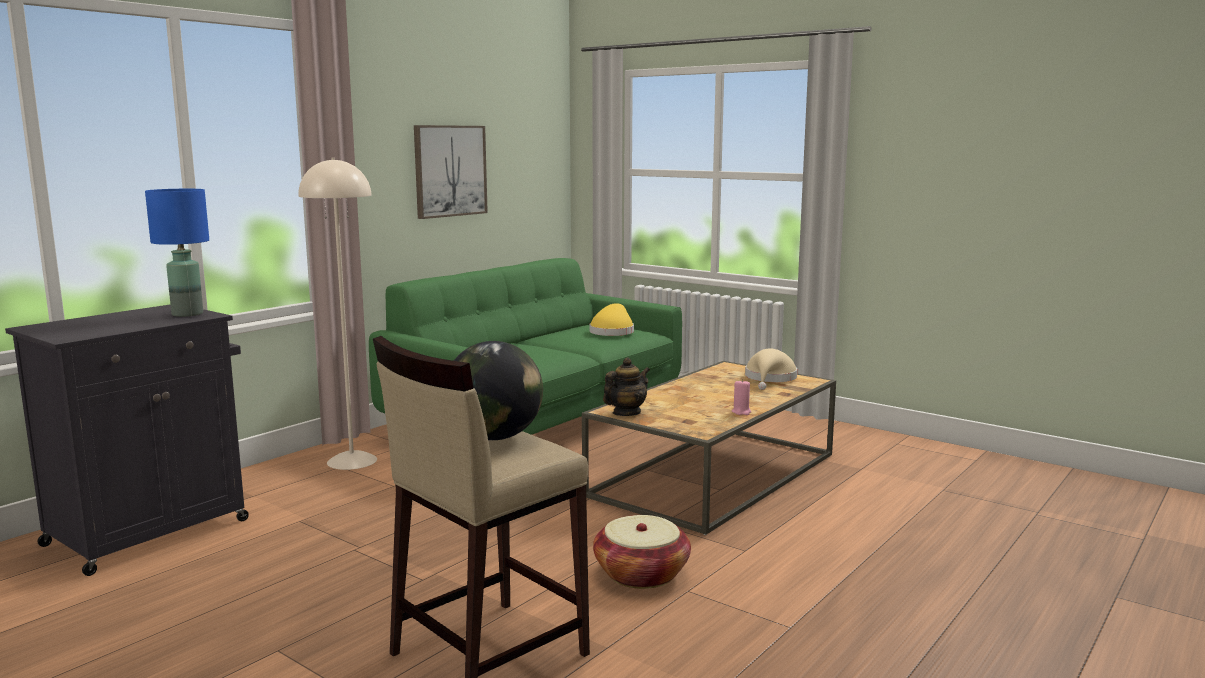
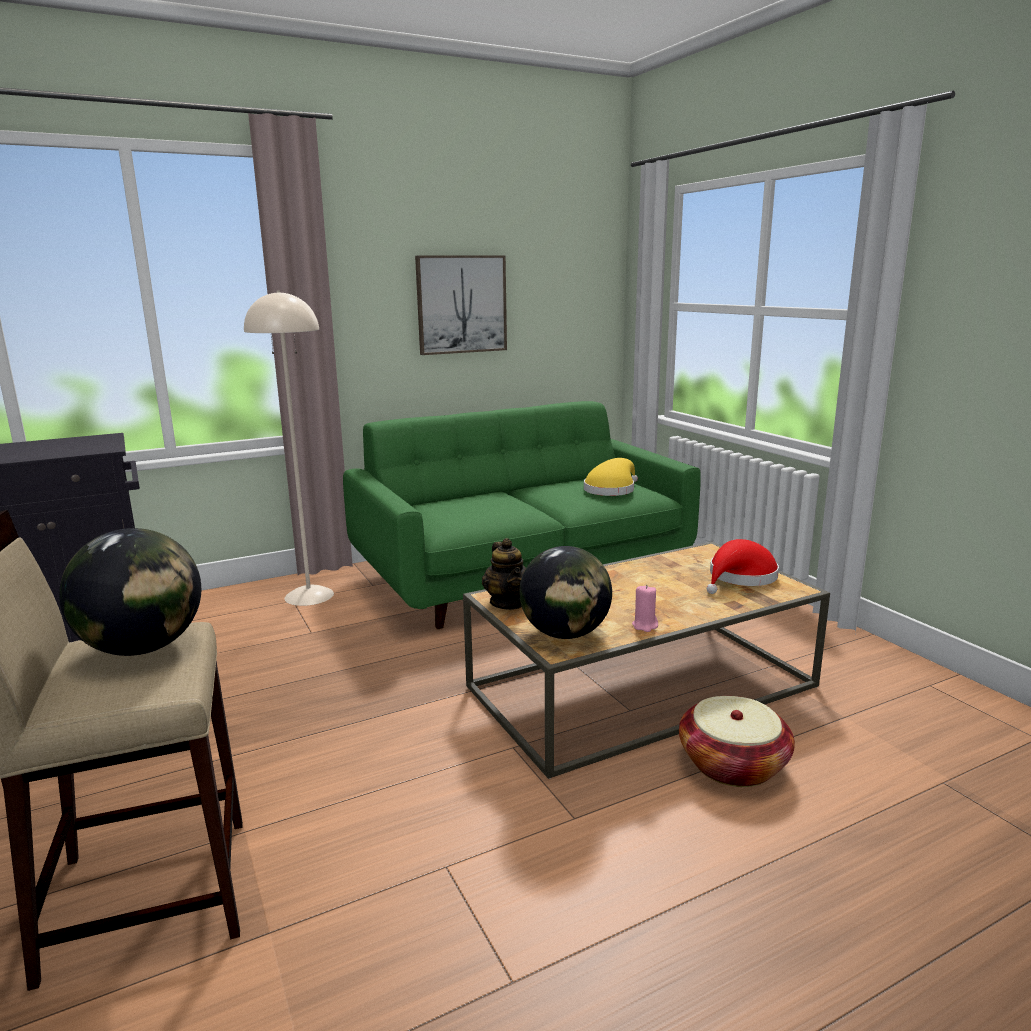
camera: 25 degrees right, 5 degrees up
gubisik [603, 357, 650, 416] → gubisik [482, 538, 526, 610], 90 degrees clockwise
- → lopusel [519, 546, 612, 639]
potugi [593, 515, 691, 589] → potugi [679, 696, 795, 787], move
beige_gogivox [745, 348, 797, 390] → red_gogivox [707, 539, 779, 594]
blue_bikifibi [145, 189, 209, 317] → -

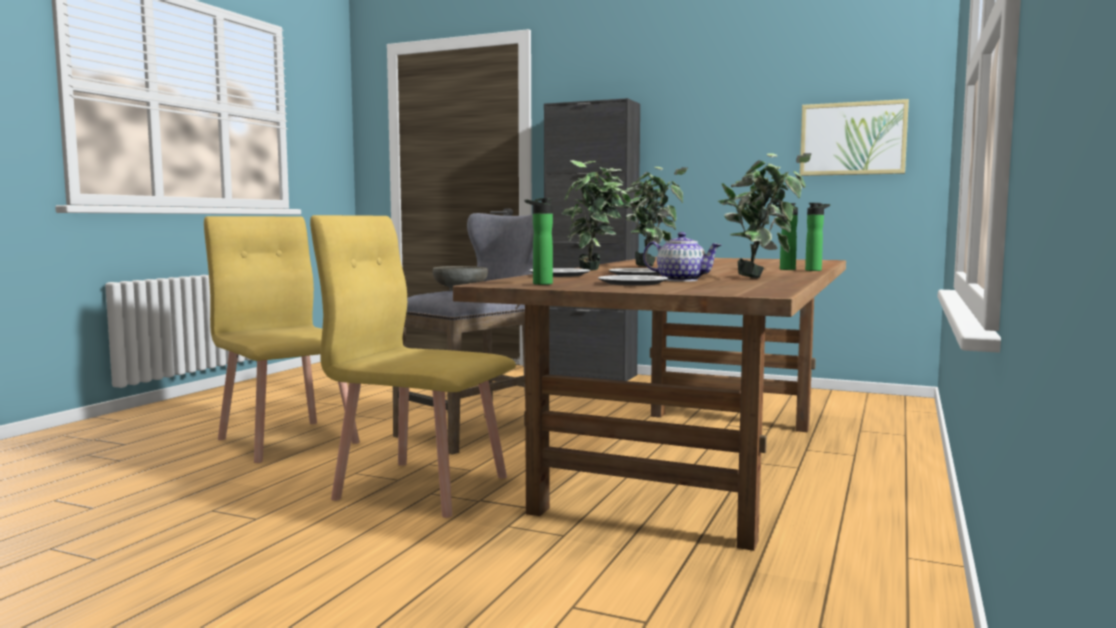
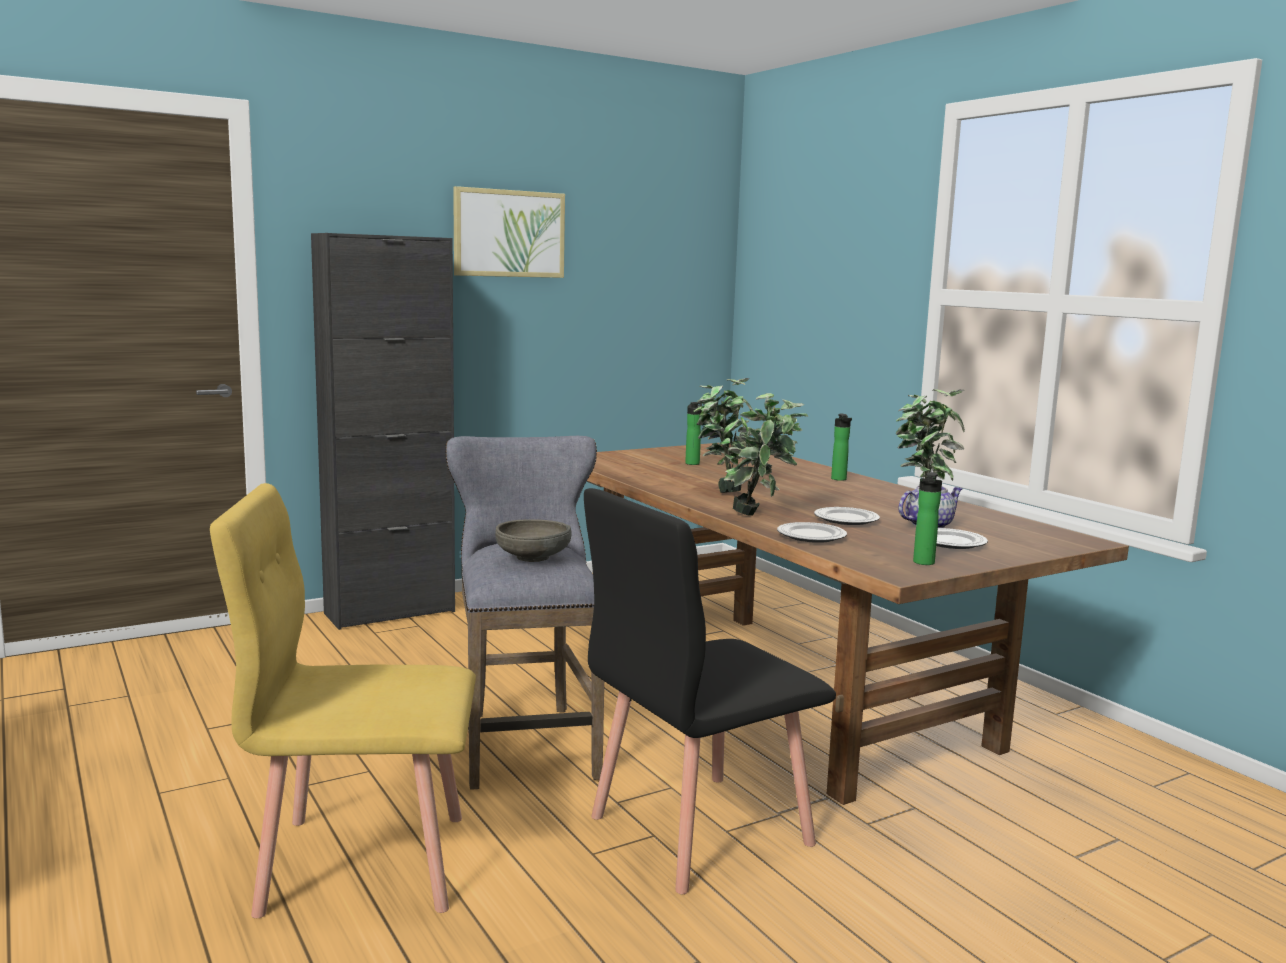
camera: 55 degrees left, 5 degrees up
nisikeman [800, 99, 909, 176] → nisikeman [453, 186, 565, 278], move
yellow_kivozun [310, 215, 516, 518] → black_kivozun [584, 488, 836, 894]
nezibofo [805, 203, 830, 271] → nezibofo [685, 402, 702, 465], move

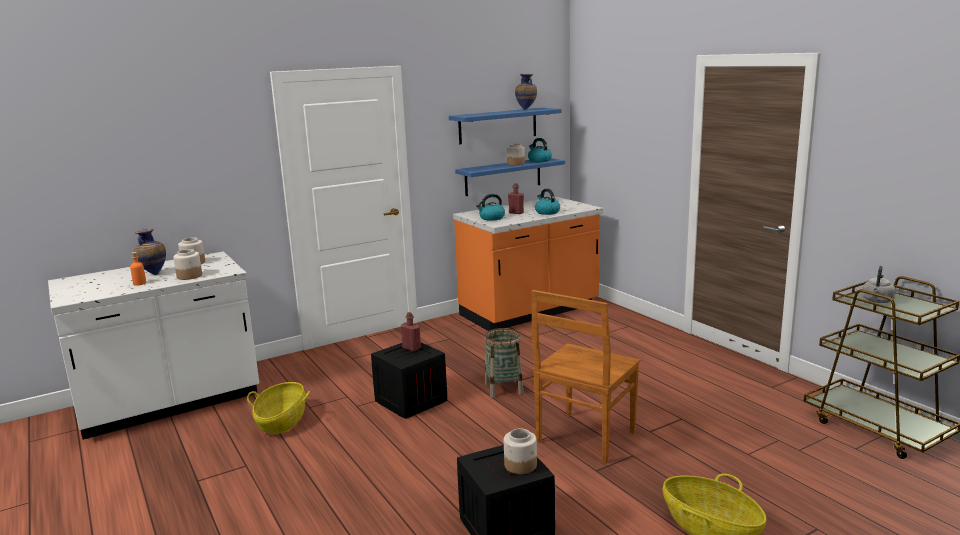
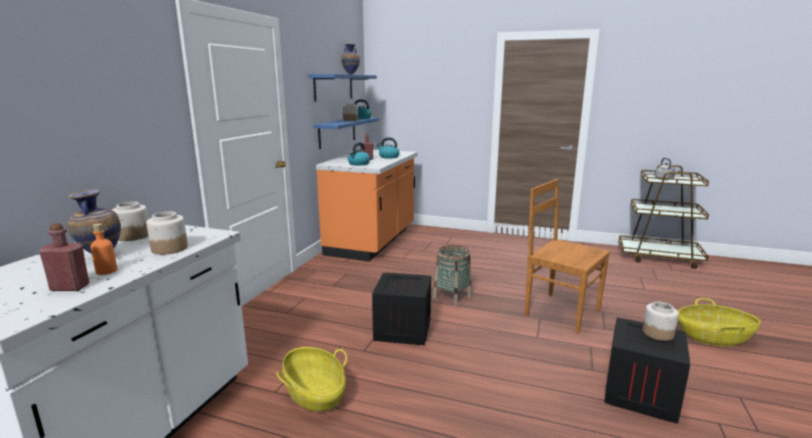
camera: 40 degrees left, 0 degrees up
red_nezibofo [401, 312, 421, 351] → red_nezibofo [39, 223, 89, 291], move
brown_kivozun [531, 290, 640, 464] → brown_kivozun [525, 179, 610, 334], 135 degrees clockwise

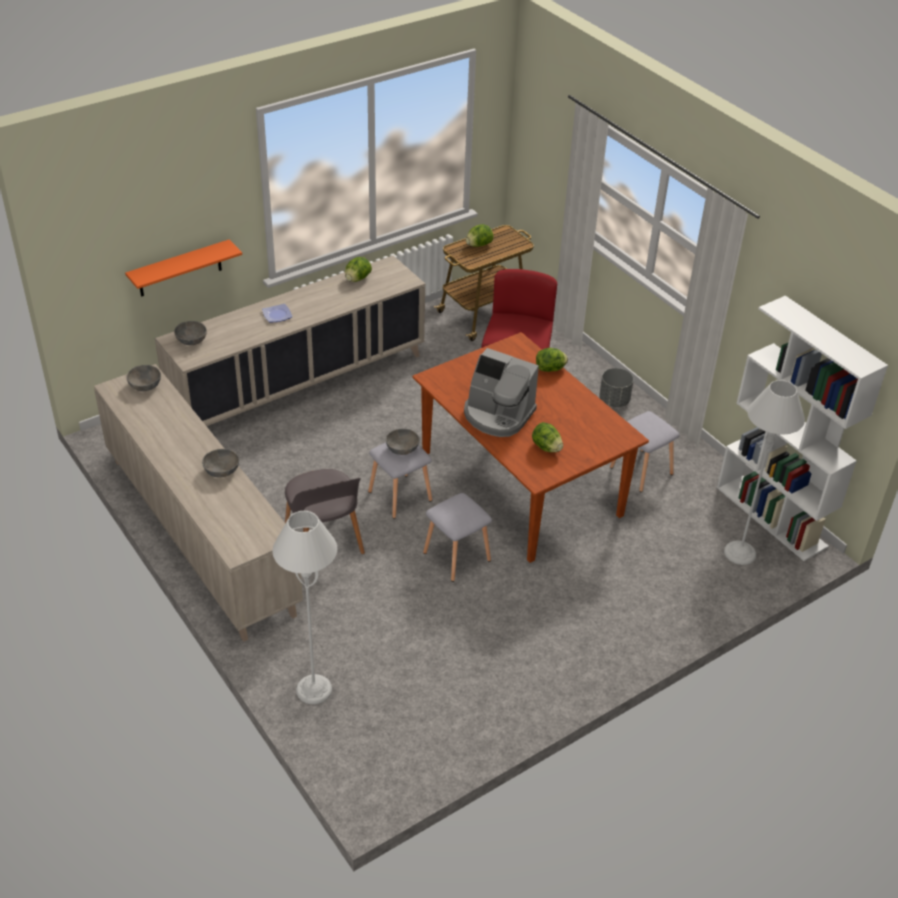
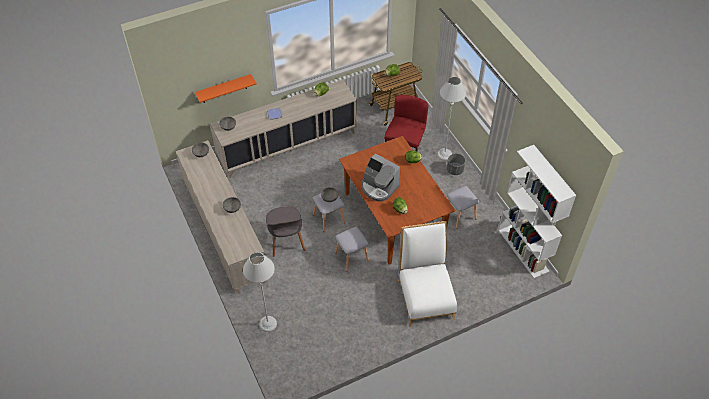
camera: 10 degrees right, 10 degrees up
- → white_kivozun [398, 221, 457, 327]
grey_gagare [724, 380, 805, 565] → grey_gagare [437, 77, 466, 160], move

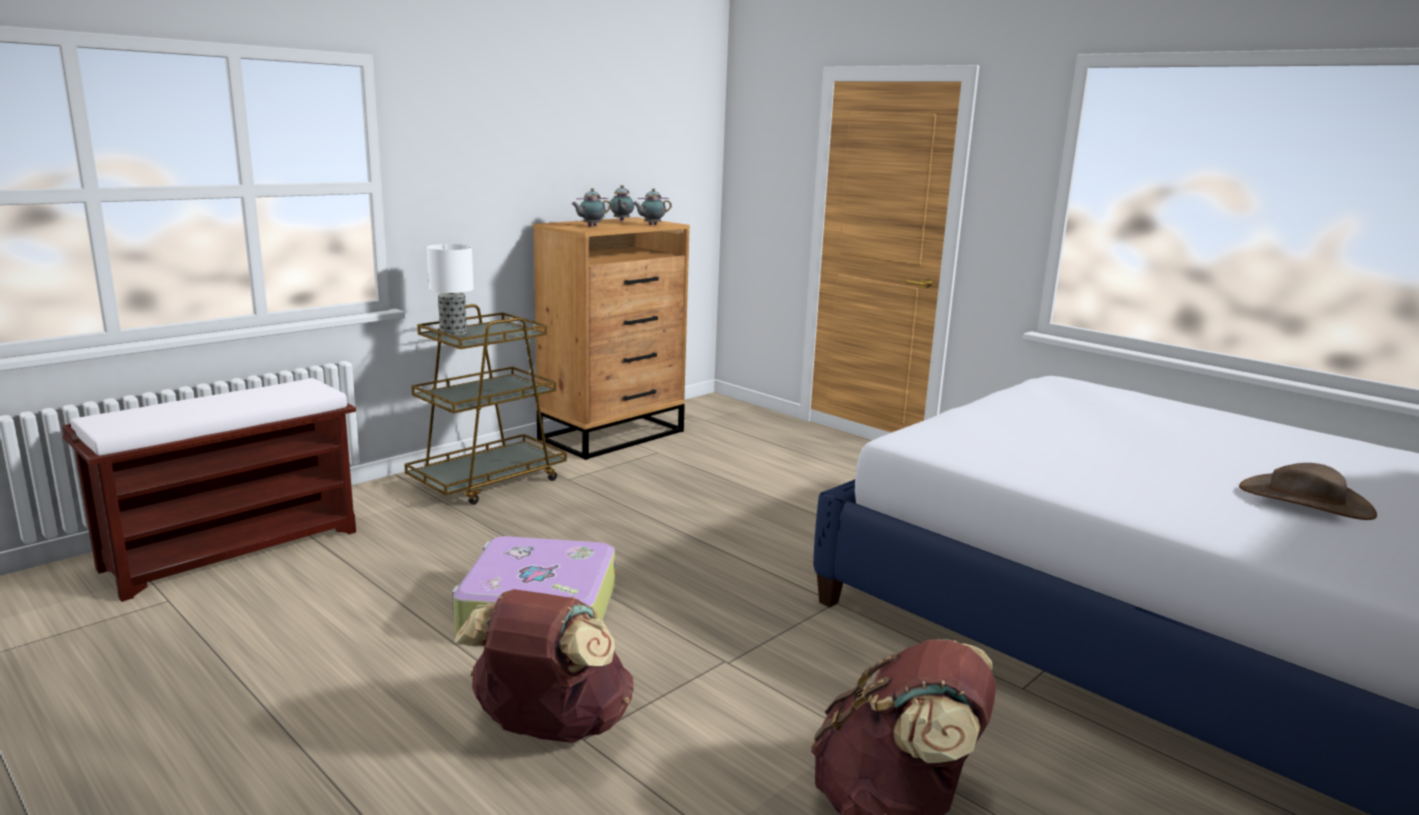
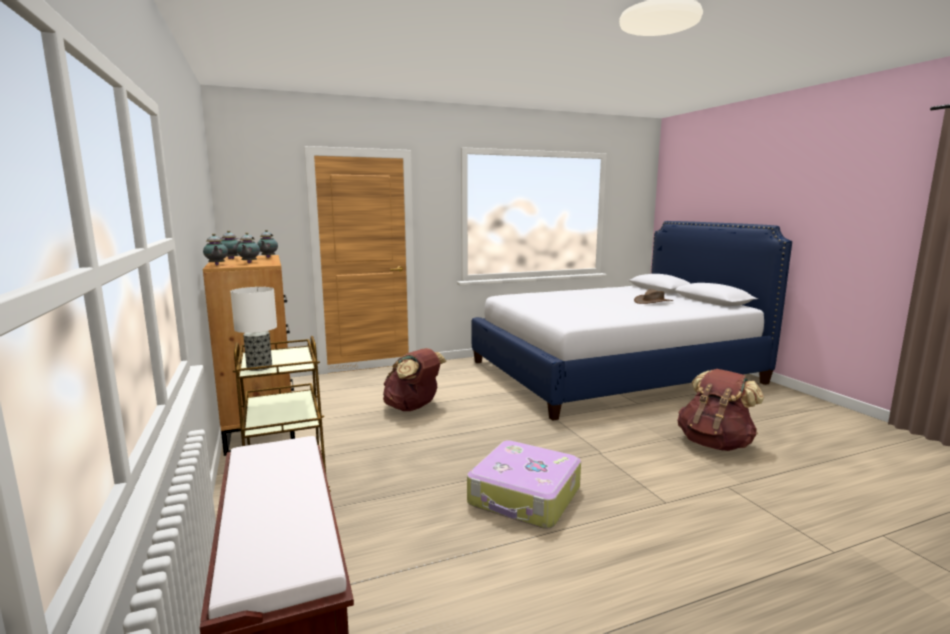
camera: 65 degrees left, 5 degrees down
- → gubisik [203, 234, 228, 265]
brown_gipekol [454, 589, 634, 743] → brown_gipekol [383, 348, 447, 411], move

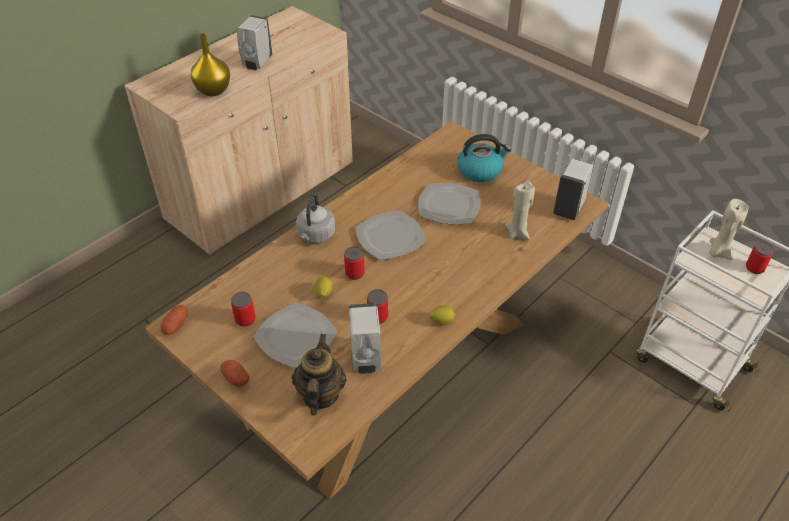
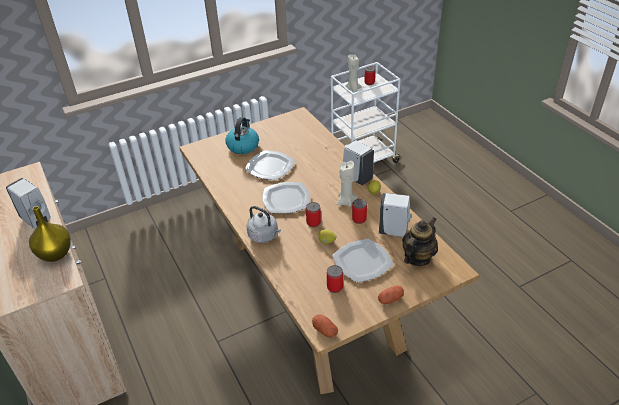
camera: 70 degrees left, 5 degrees down
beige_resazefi [505, 181, 535, 240] → beige_resazefi [336, 161, 358, 207], move
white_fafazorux [553, 159, 593, 220] → white_fafazorux [343, 140, 374, 185], move
gubisik [292, 334, 347, 415] → gubisik [402, 217, 438, 266], 105 degrees clockwise

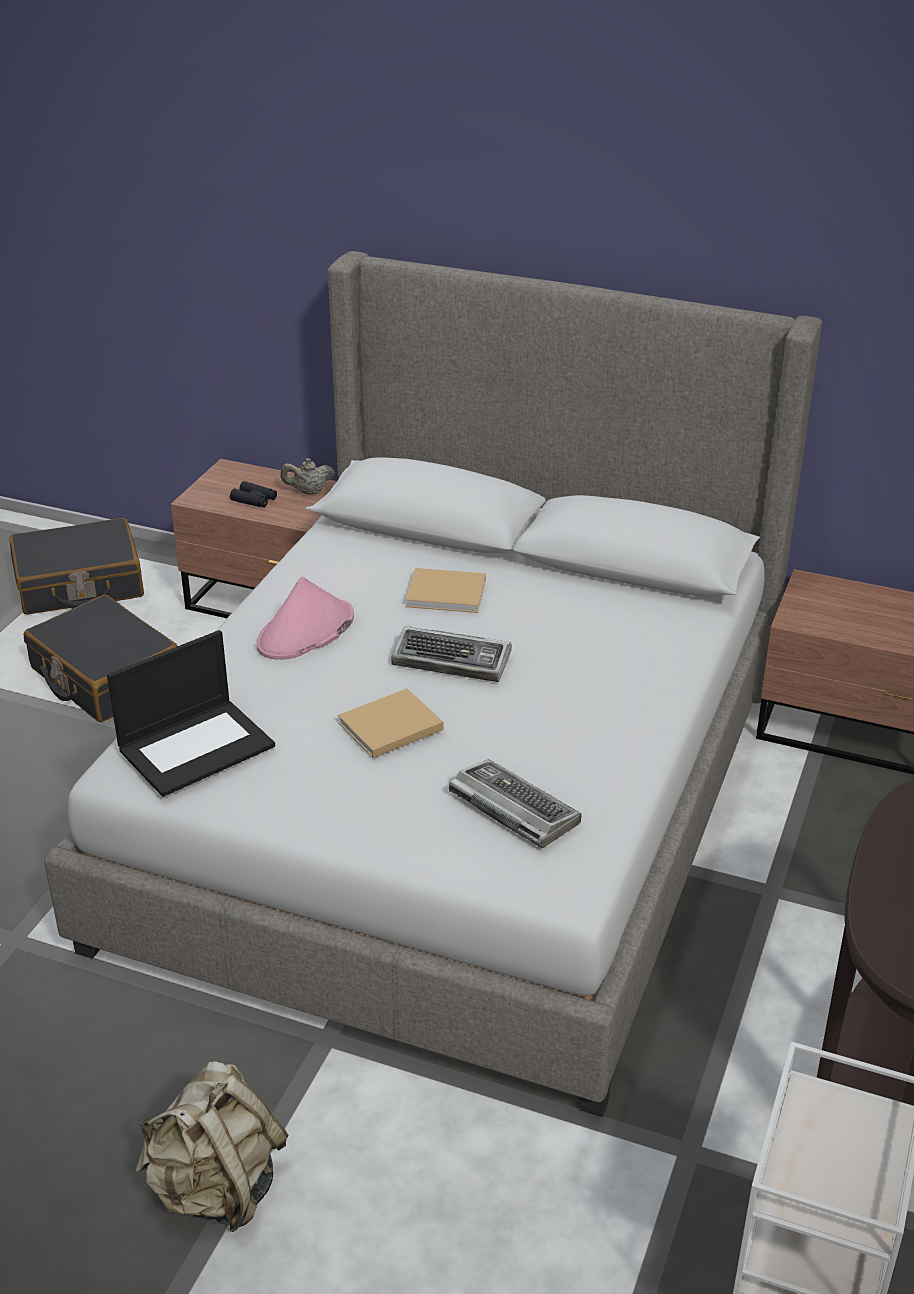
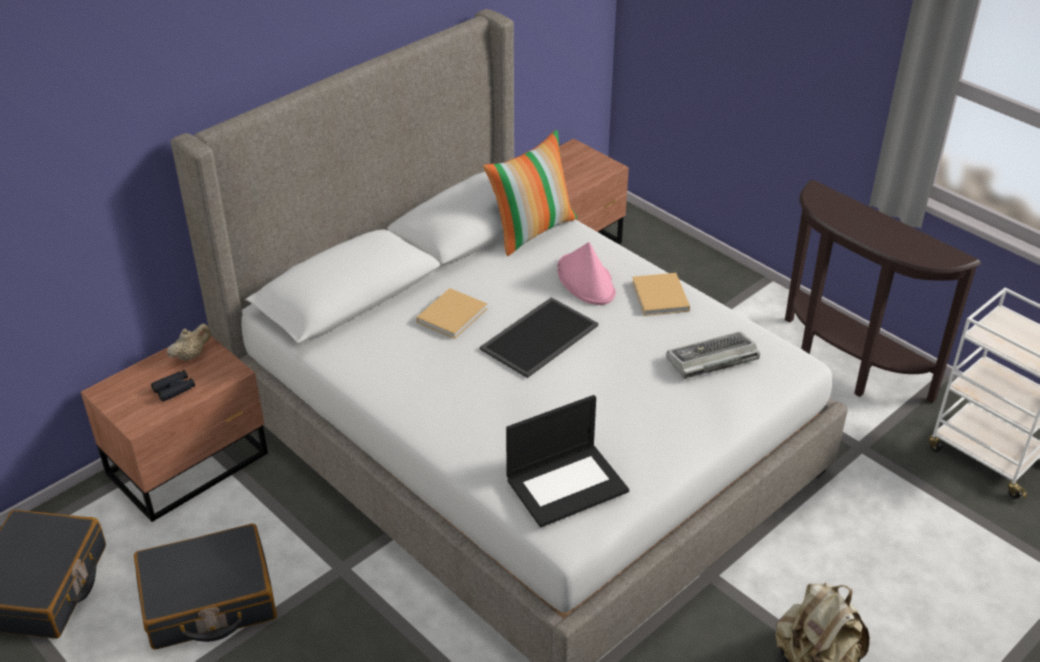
camera: 65 degrees left, 5 degrees up
beige_gubisik [281, 458, 335, 494] → beige_gubisik [167, 324, 211, 361], 150 degrees counterclockwise
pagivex [391, 626, 512, 682] → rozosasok [480, 297, 598, 378]
- → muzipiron [483, 130, 577, 256]
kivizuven [107, 630, 275, 797] → kivizuven [506, 395, 629, 528], 75 degrees clockwise
pink_gogivox [256, 577, 354, 660] → pink_gogivox [557, 242, 616, 305], move
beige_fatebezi [338, 689, 443, 758] → beige_fatebezi [632, 273, 690, 316], move

